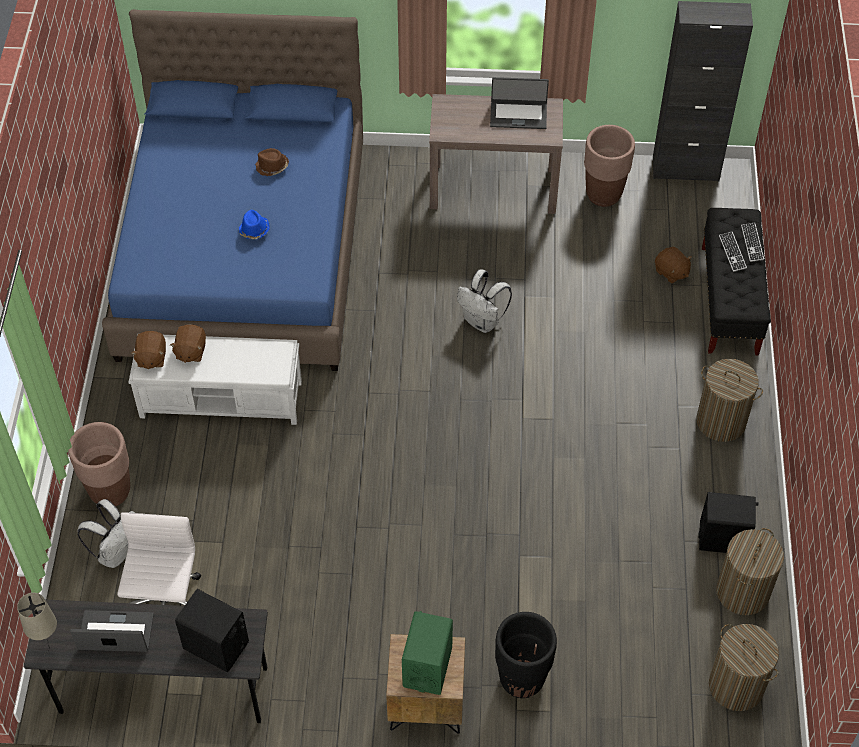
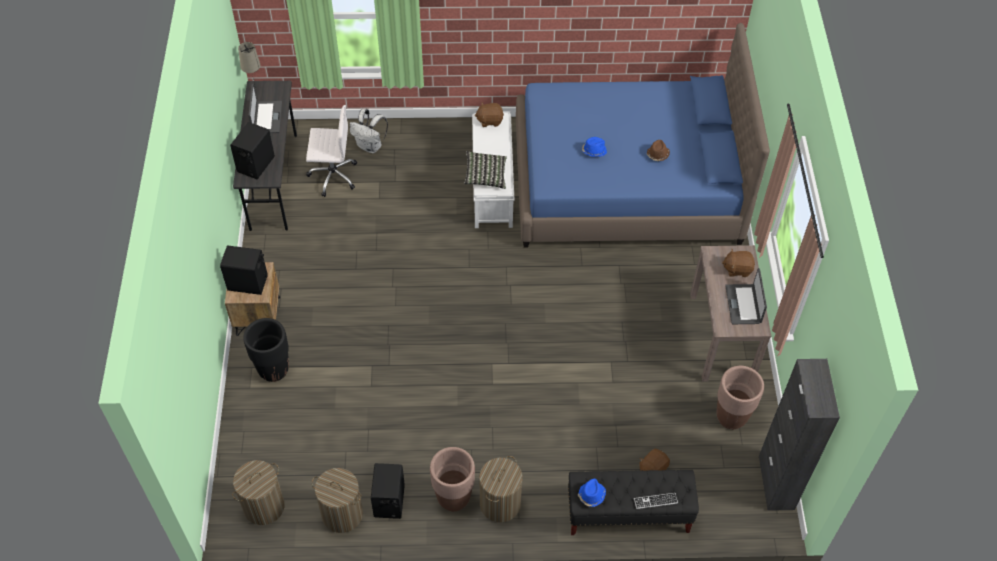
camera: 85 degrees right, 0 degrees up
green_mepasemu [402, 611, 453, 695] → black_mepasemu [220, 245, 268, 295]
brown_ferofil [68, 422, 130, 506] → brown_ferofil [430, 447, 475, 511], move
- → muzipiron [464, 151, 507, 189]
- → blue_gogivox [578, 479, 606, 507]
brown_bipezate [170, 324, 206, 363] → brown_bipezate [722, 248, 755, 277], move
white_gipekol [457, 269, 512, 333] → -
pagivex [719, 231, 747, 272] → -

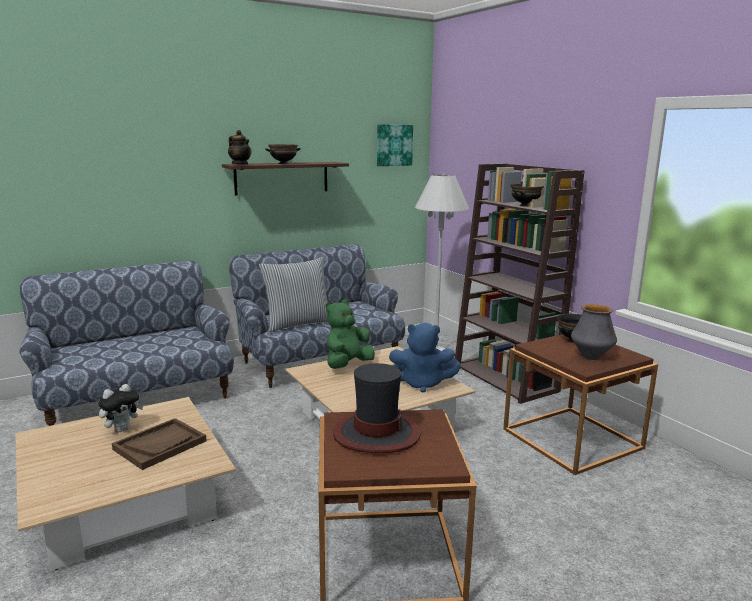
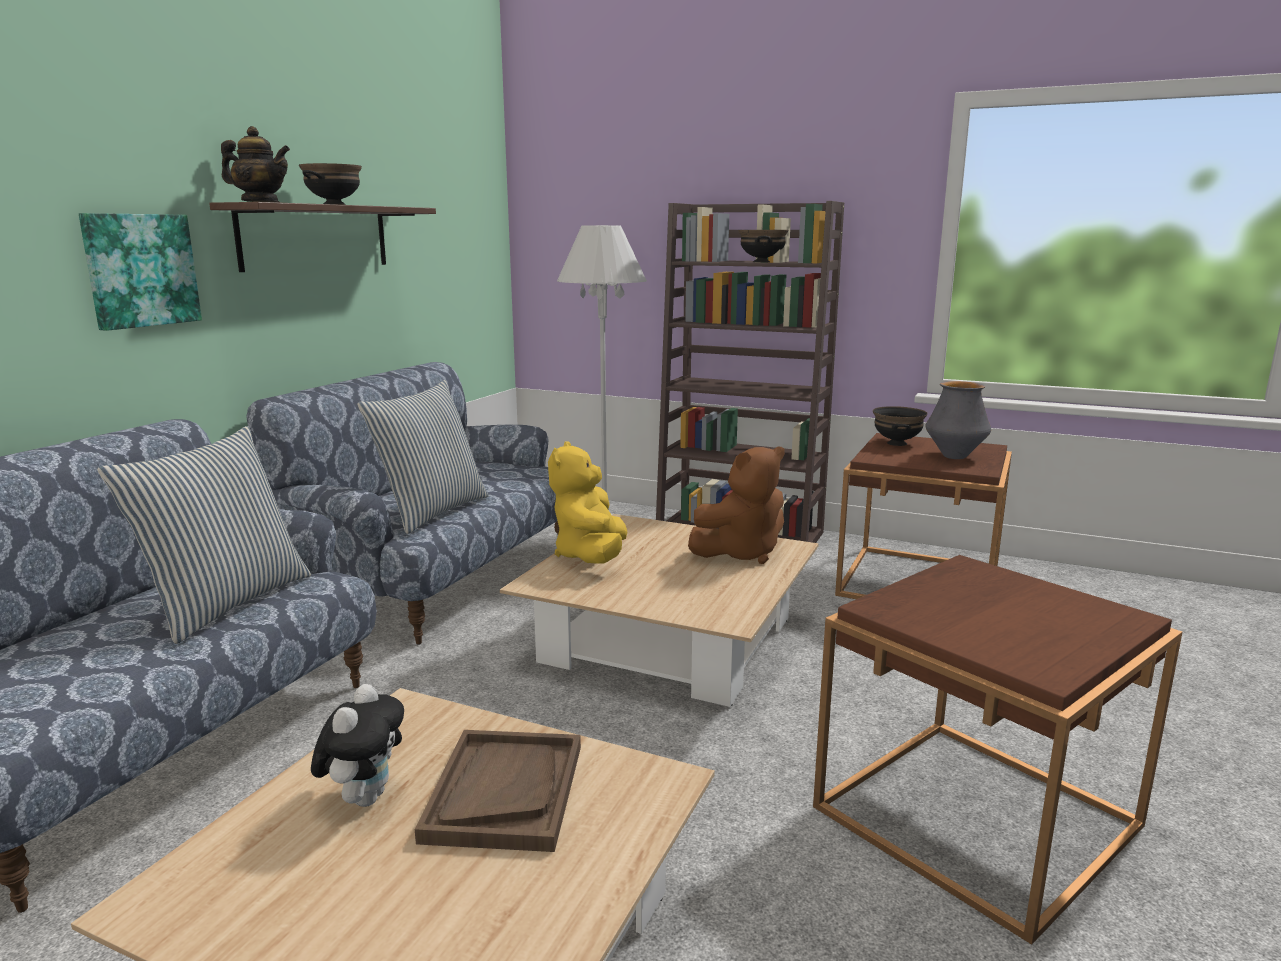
camera: 35 degrees left, 0 degrees up
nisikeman [377, 124, 413, 166] → nisikeman [79, 213, 202, 331], move
- → muzipiron [97, 426, 311, 644]
green_bipezate [326, 300, 375, 369] → yellow_bipezate [548, 441, 627, 564]
blue_bipezate [389, 323, 461, 393] → brown_bipezate [688, 447, 785, 564]
gogivox [333, 363, 421, 453] → -

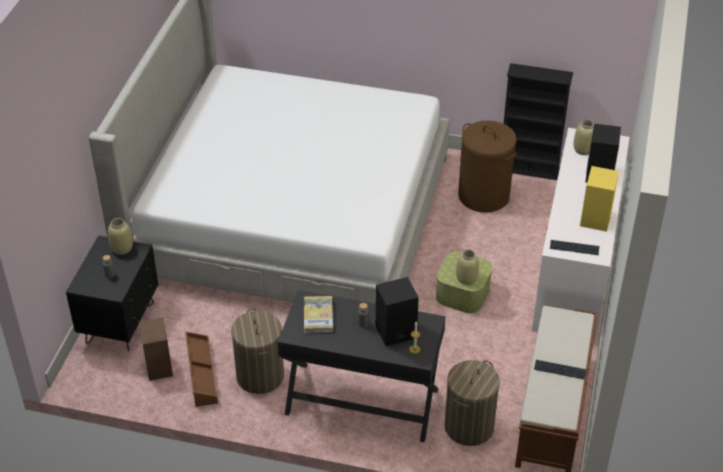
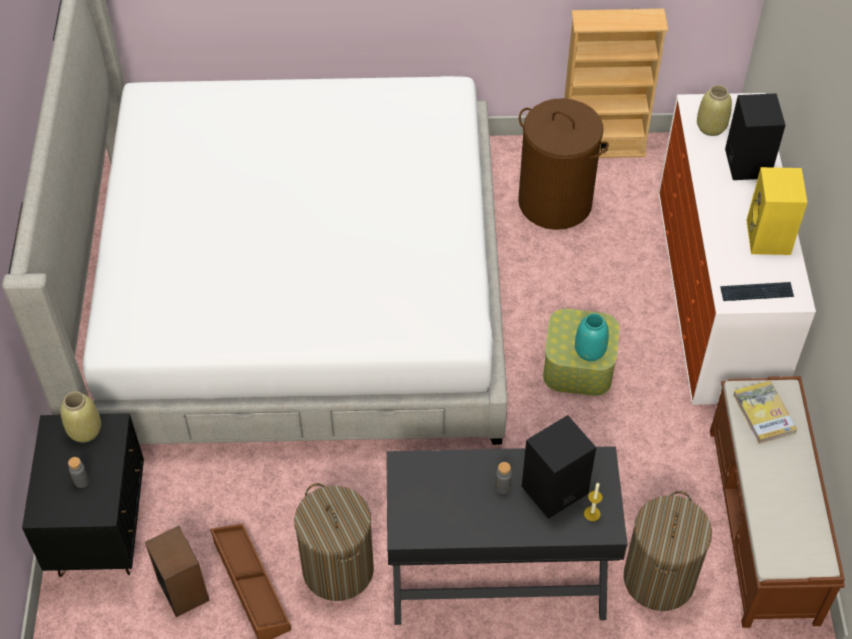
camera: 15 degrees left, 10 degrees up
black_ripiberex [504, 63, 573, 180] → beige_ripiberex [564, 9, 668, 158]
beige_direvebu [456, 249, 479, 285] → turquoise_direvebu [575, 313, 609, 361]
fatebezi [304, 296, 333, 333] → fatebezi [733, 381, 797, 444], move
pagivex [534, 360, 586, 380] → -

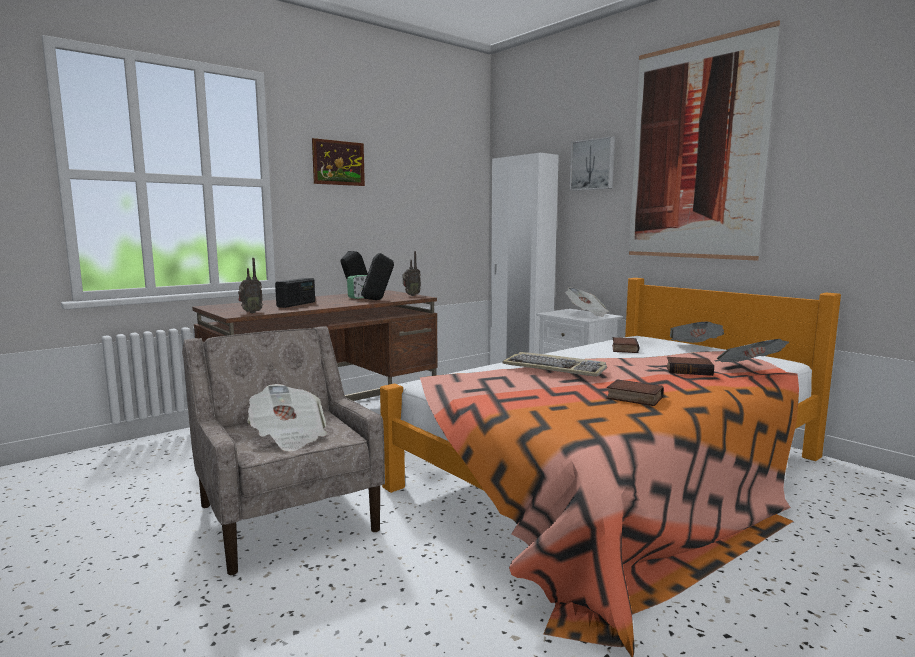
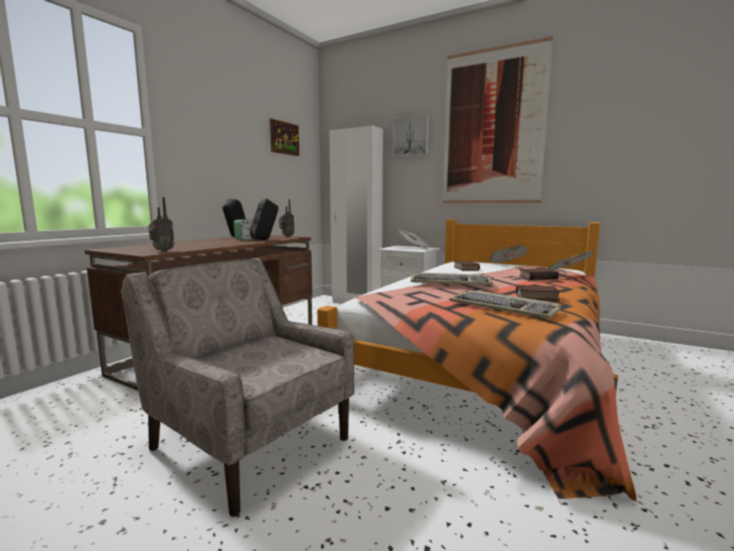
camera: 20 degrees left, 0 degrees up
nisikeman [312, 138, 365, 186] → nisikeman [270, 119, 299, 156], move
- → pagivex [449, 290, 561, 319]
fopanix [247, 384, 327, 452] → -
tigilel [275, 278, 315, 308] → -

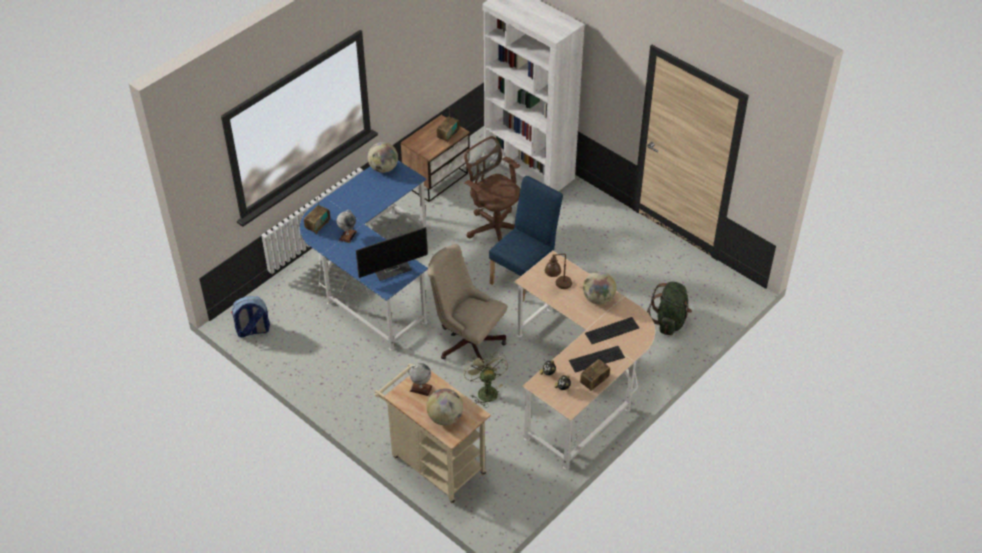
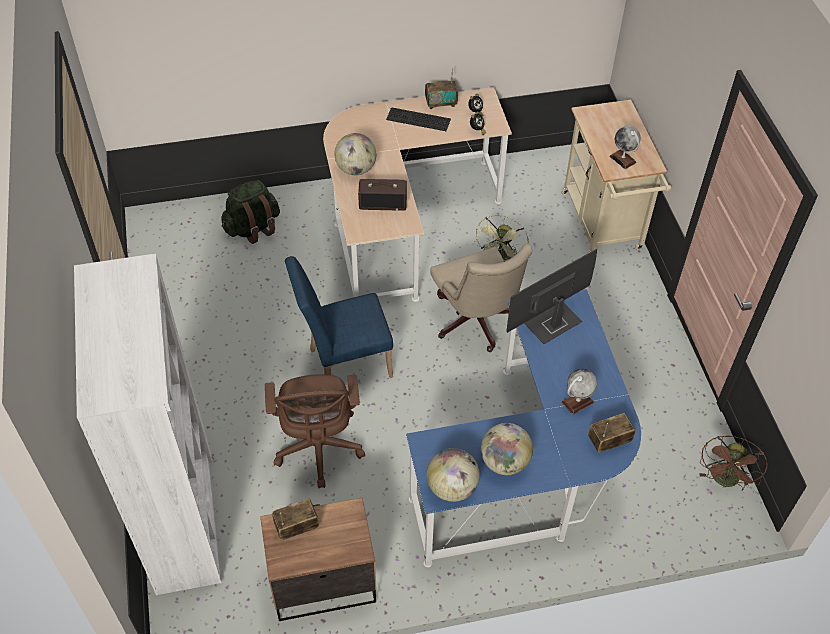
camera: 145 degrees left, 5 degrees up
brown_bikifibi [545, 254, 572, 289] → tigilel [358, 179, 407, 211]
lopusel [426, 389, 463, 425] → lopusel [481, 423, 533, 475], move
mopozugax [356, 227, 428, 281] → mopozugax [506, 249, 597, 344], 45 degrees counterclockwise
gipekol [231, 296, 270, 337] → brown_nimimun [699, 436, 768, 491]
pagivex [585, 317, 639, 344] → -

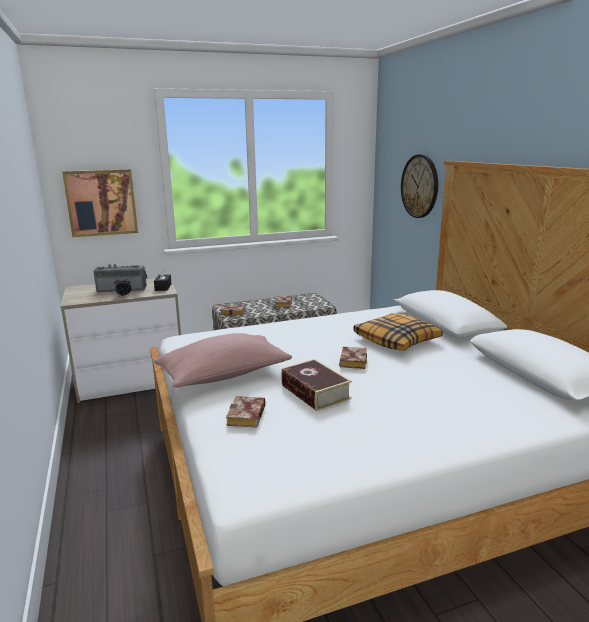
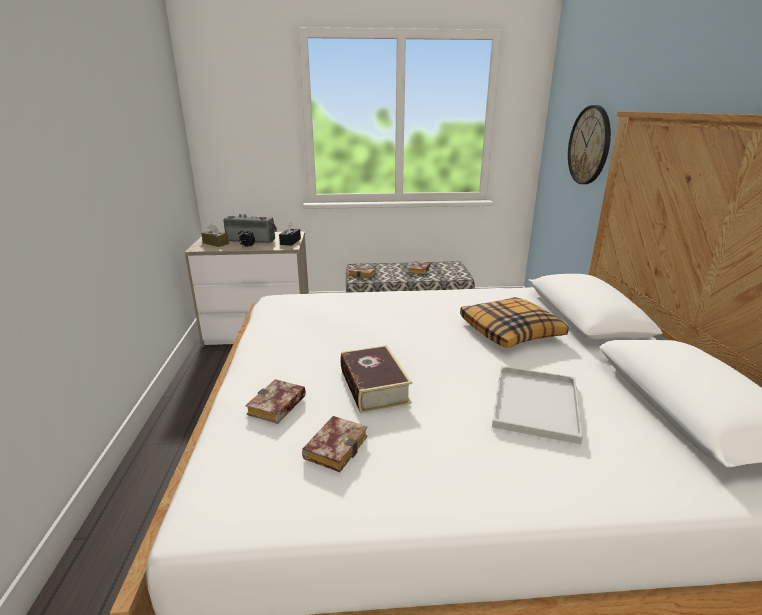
camera: 15 degrees right, 5 degrees up
- → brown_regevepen [201, 223, 229, 247]
fatebezi [339, 347, 367, 369] → fatebezi [302, 416, 367, 472], move
- → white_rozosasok [492, 366, 583, 444]
nisikeman [62, 169, 138, 237] → -
pink_muzipiron [154, 333, 292, 388] → -

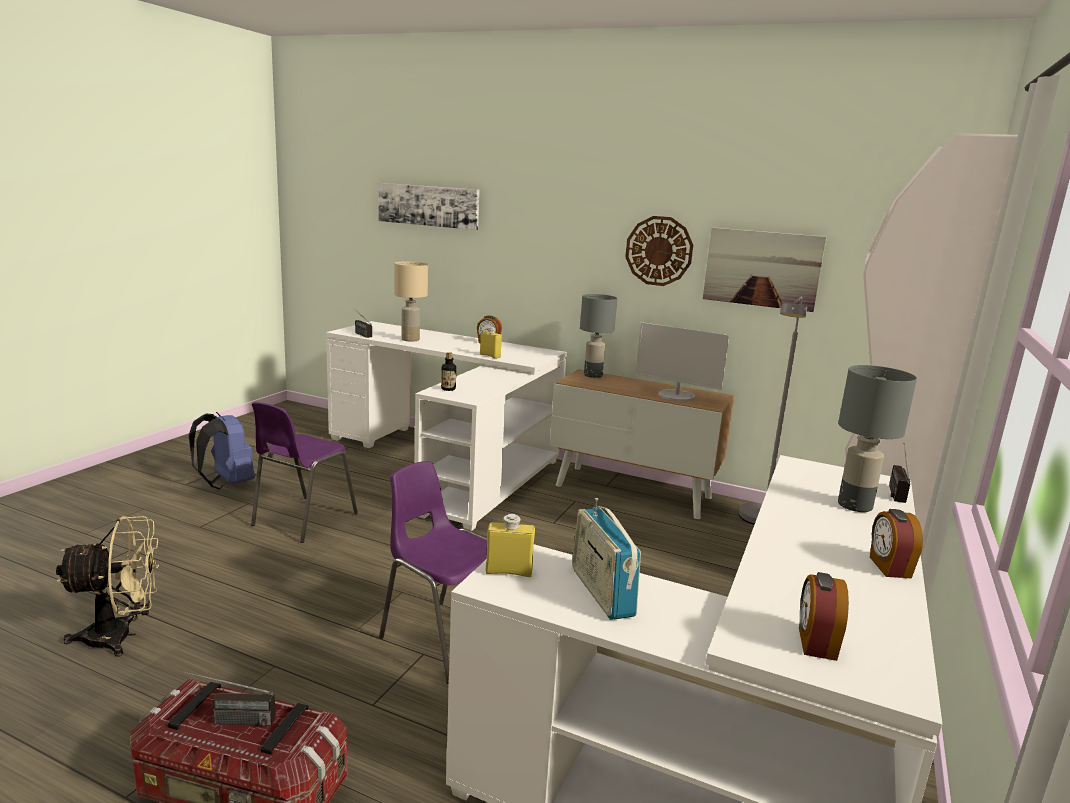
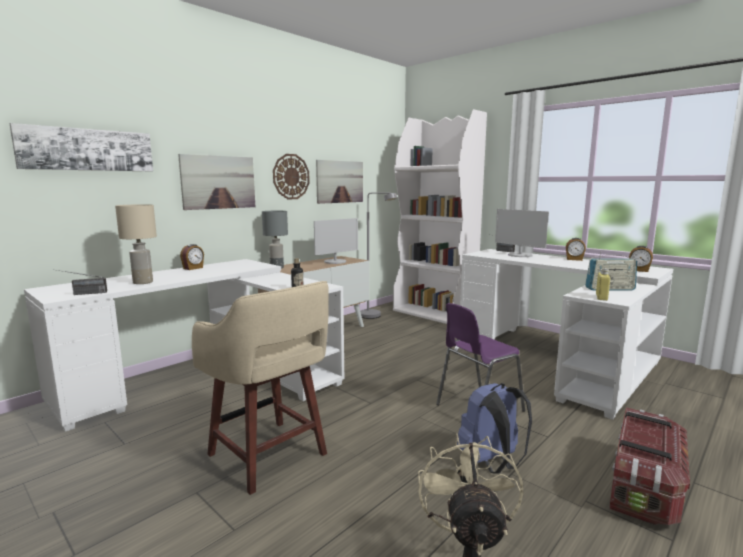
camera: 70 degrees left, 5 degrees down
- → nisikeman [178, 154, 255, 210]
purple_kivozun [251, 402, 358, 543] → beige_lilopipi [192, 281, 328, 495]
blue_gipekol [189, 412, 255, 489] → blue_gipekol [457, 383, 532, 473], move
grey_bikifibi [838, 365, 917, 512] → mopozugax [495, 209, 549, 257]
tigilel [184, 671, 276, 726] → -
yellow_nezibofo [480, 327, 502, 359] → -

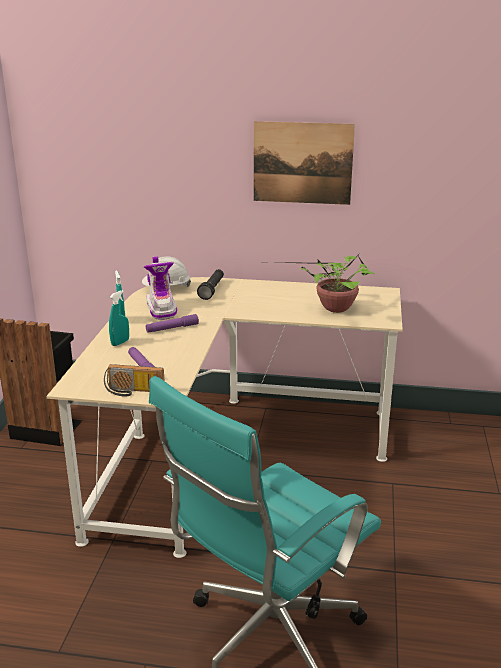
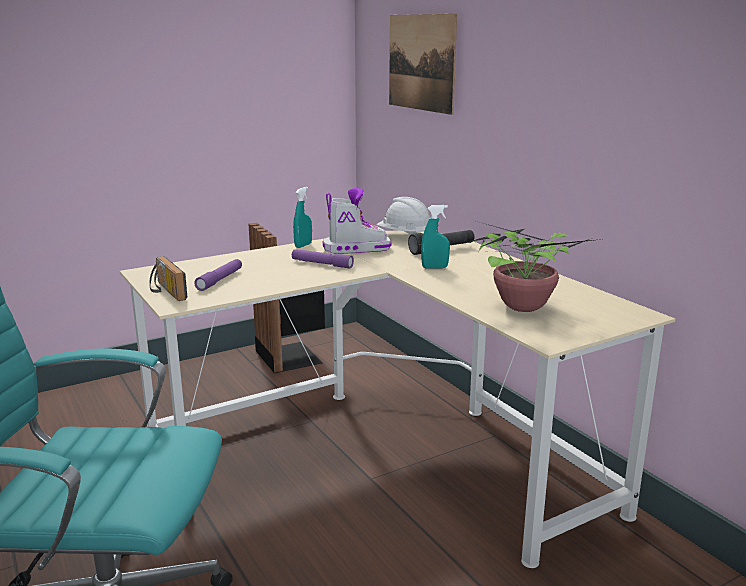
camera: 50 degrees right, 5 degrees down
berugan [144, 256, 177, 320] → berugan [323, 188, 392, 254], 135 degrees counterclockwise
nisikeman [254, 121, 355, 205] → nisikeman [389, 14, 457, 115], move
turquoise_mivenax [109, 290, 129, 346] → turquoise_mivenax [421, 205, 450, 269], move

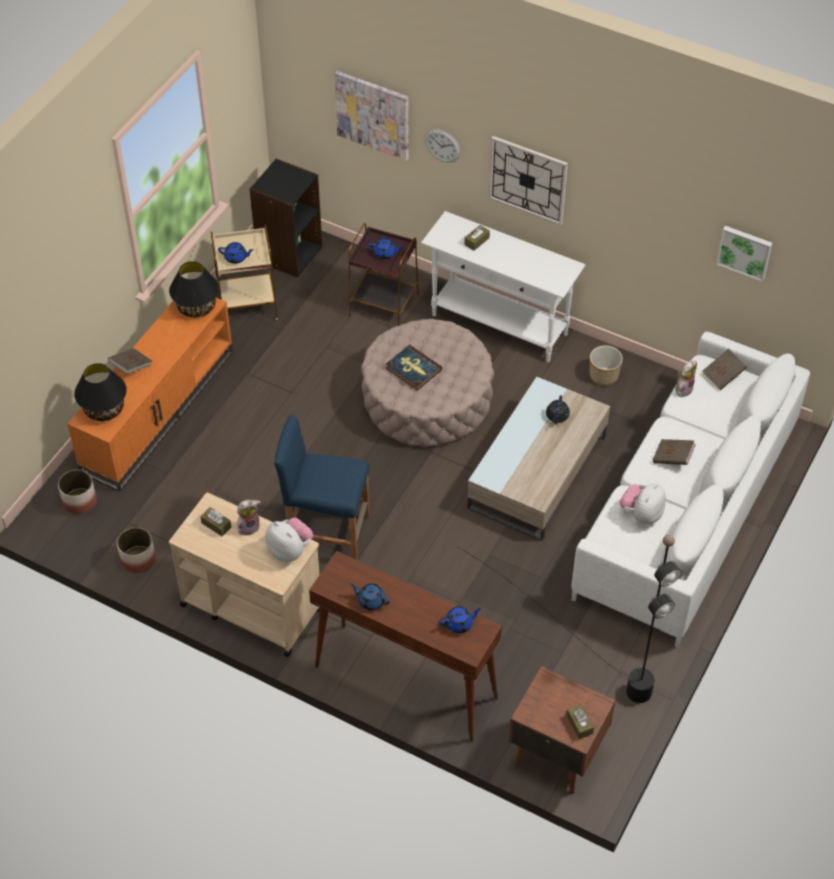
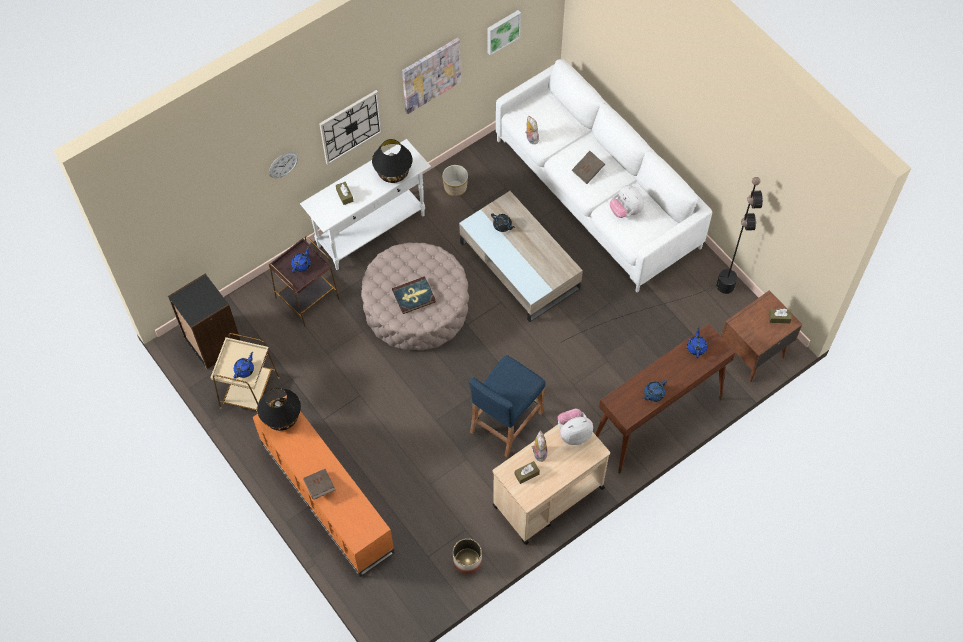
camera: 65 degrees left, 10 degrees up
black_bikifibi [74, 363, 127, 421] → black_bikifibi [372, 139, 412, 183], move
nisikeman [335, 71, 409, 161] → nisikeman [402, 38, 461, 114], move
ferofil [58, 469, 97, 514] → -
brown_fatebezi [703, 349, 747, 390] → -

